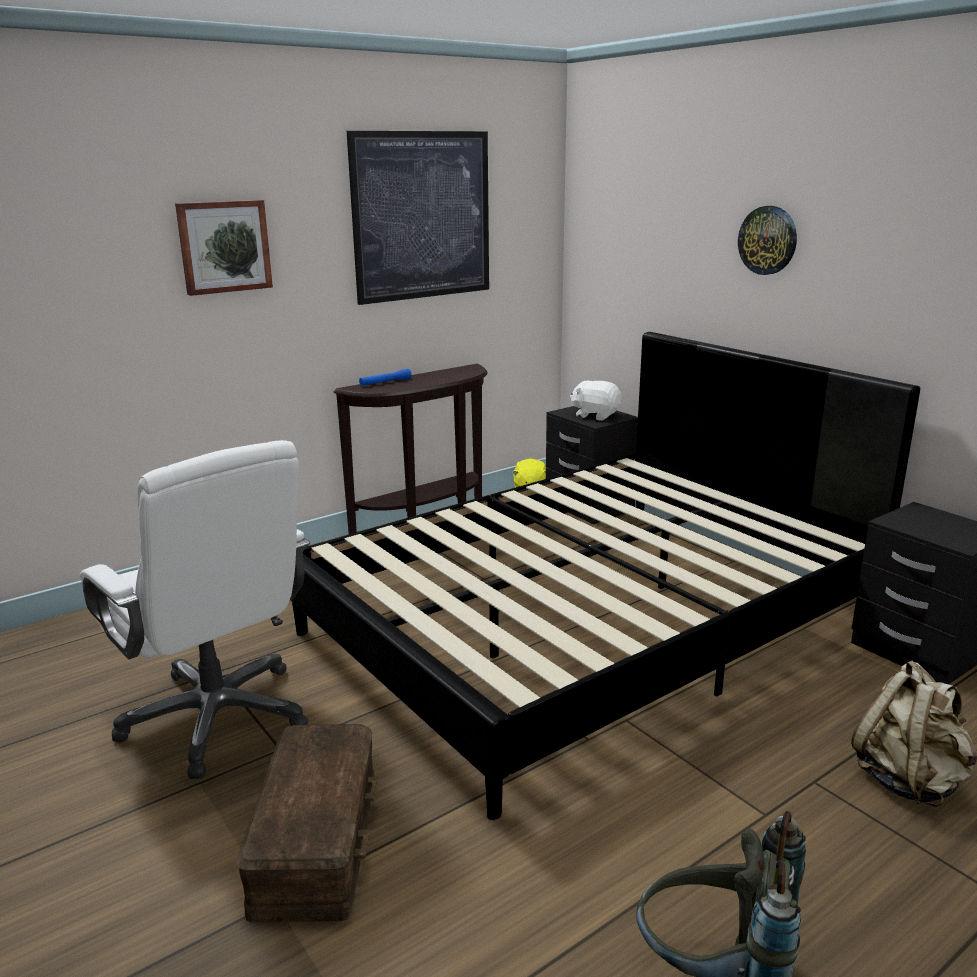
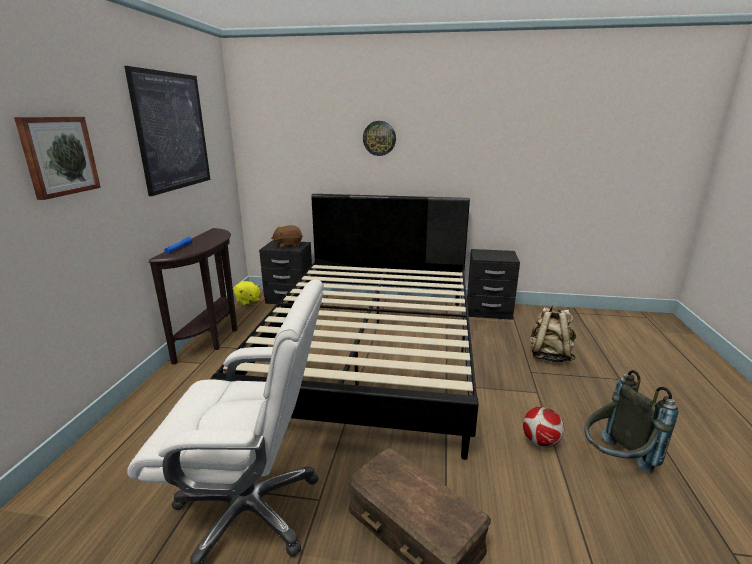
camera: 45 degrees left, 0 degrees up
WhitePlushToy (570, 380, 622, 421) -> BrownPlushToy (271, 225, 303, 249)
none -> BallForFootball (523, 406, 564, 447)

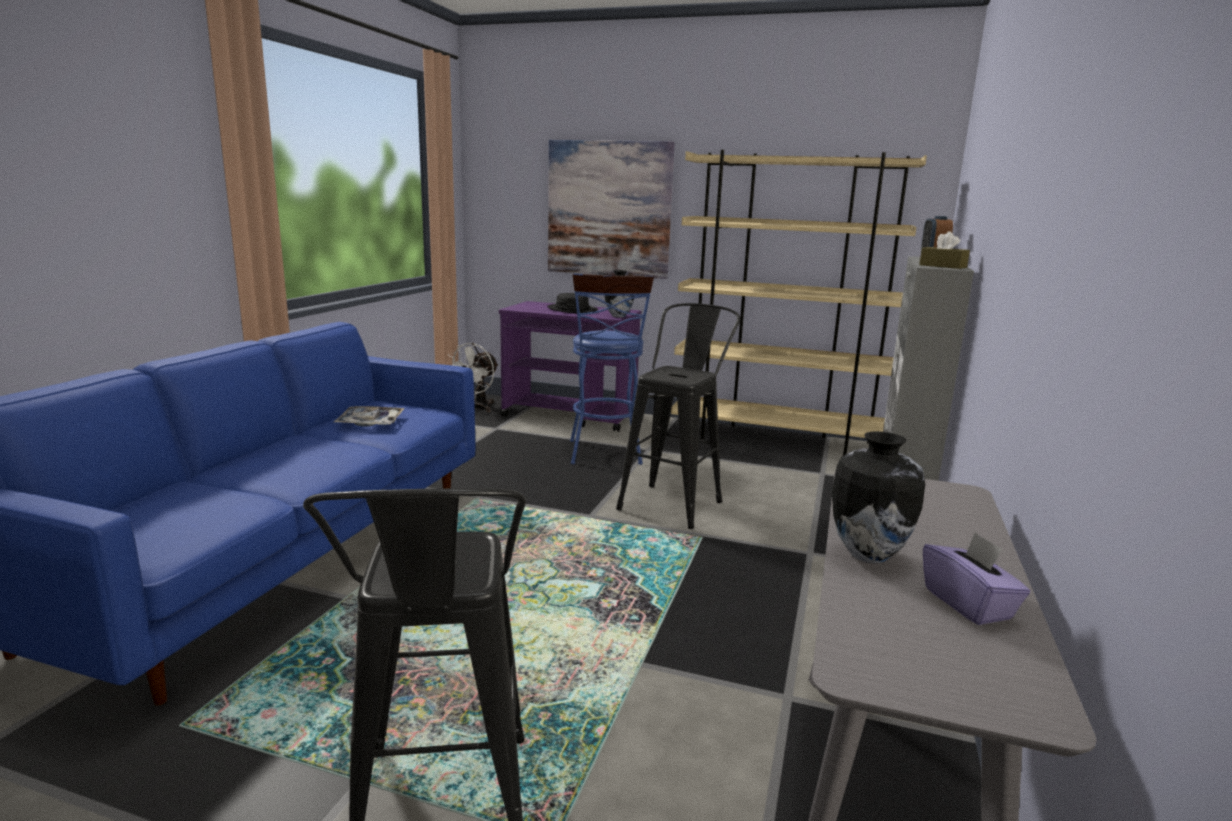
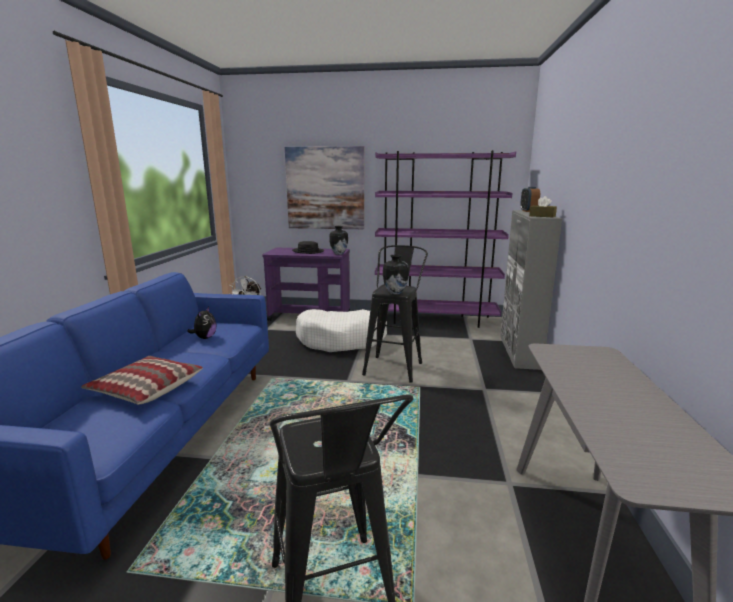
camera: 10 degrees left, 0 degrees up
Tray (334, 406, 405, 427) -> PlushToy (187, 307, 216, 339)
BlueSittingStool (570, 273, 654, 465) -> WhitePetBed (296, 309, 387, 352)
SandColouredShelvingUnit (671, 150, 927, 455) -> PurpleColouredShelvingUnit (375, 150, 516, 328)
FlowerVase (832, 431, 925, 563) -> FlowerVase (383, 255, 409, 295), relocated
PurpleColouredBoxOfTissues (923, 532, 1031, 625) -> none
none -> Pillow (81, 356, 203, 405)

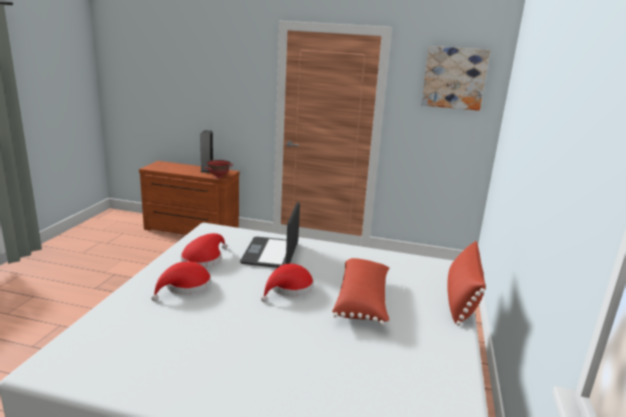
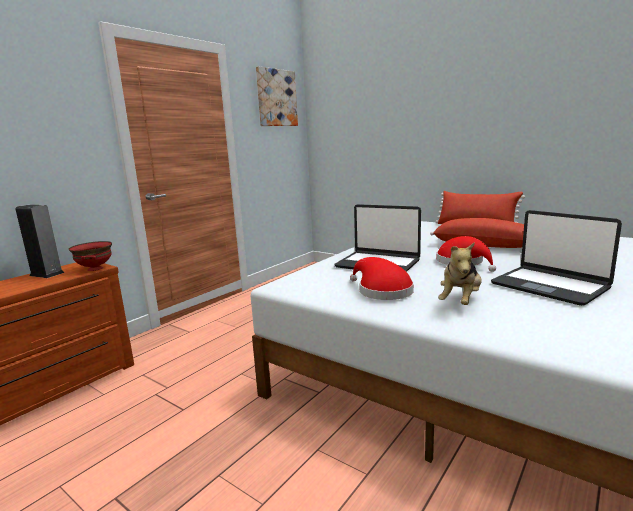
camera: 65 degrees left, 5 degrees down
ReddishWearableHat (151, 261, 211, 301) -> PlushToy (438, 242, 482, 305)
none -> NotebookComputer (491, 210, 622, 306)

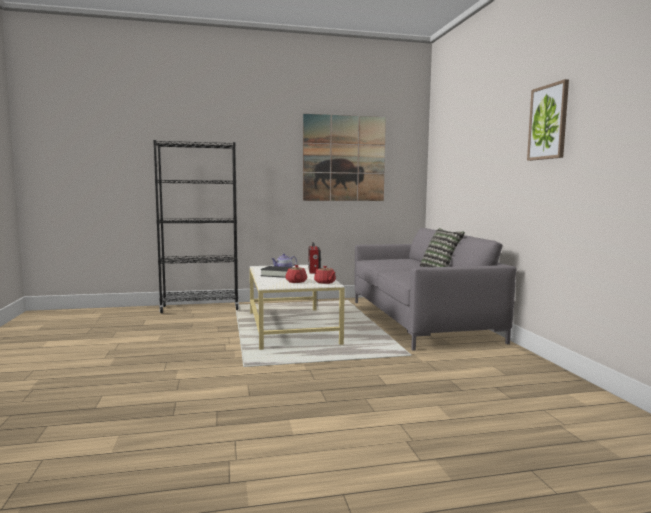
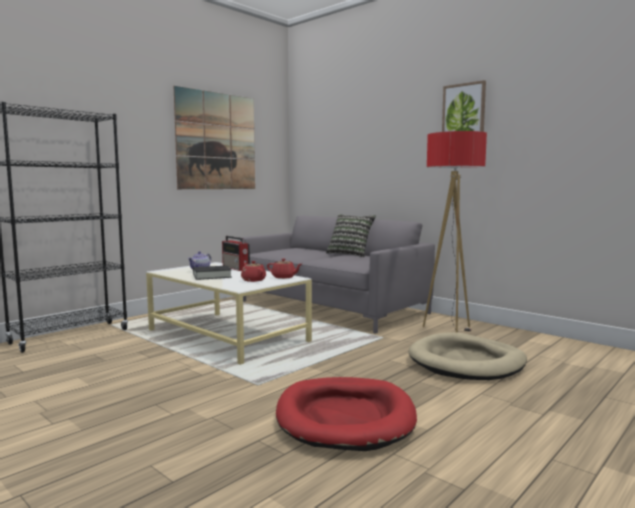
camera: 35 degrees left, 0 degrees up
none -> ReddishPetBed (276, 377, 417, 451)
none -> SandColouredPetBed (409, 332, 527, 380)
none -> FloorLamp (423, 131, 487, 333)

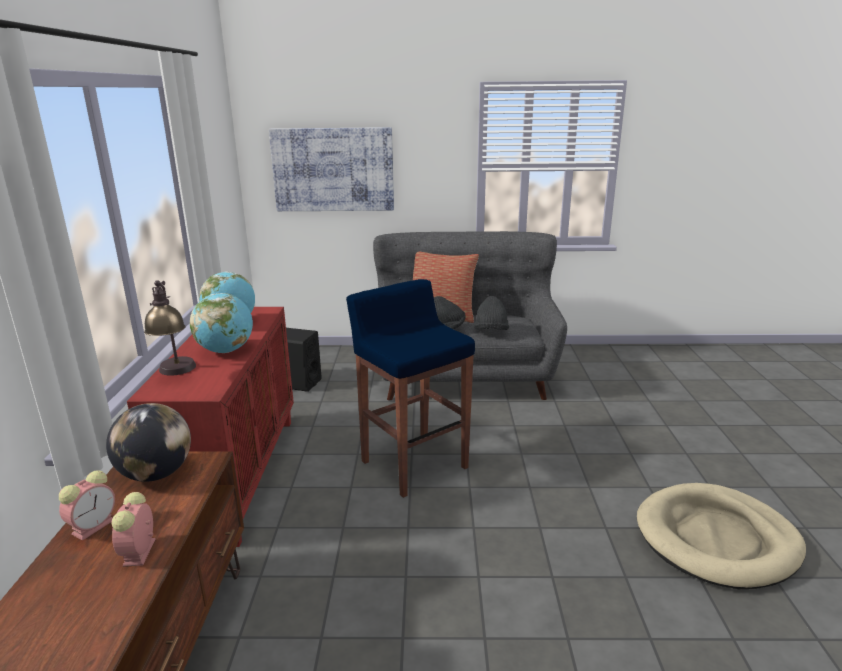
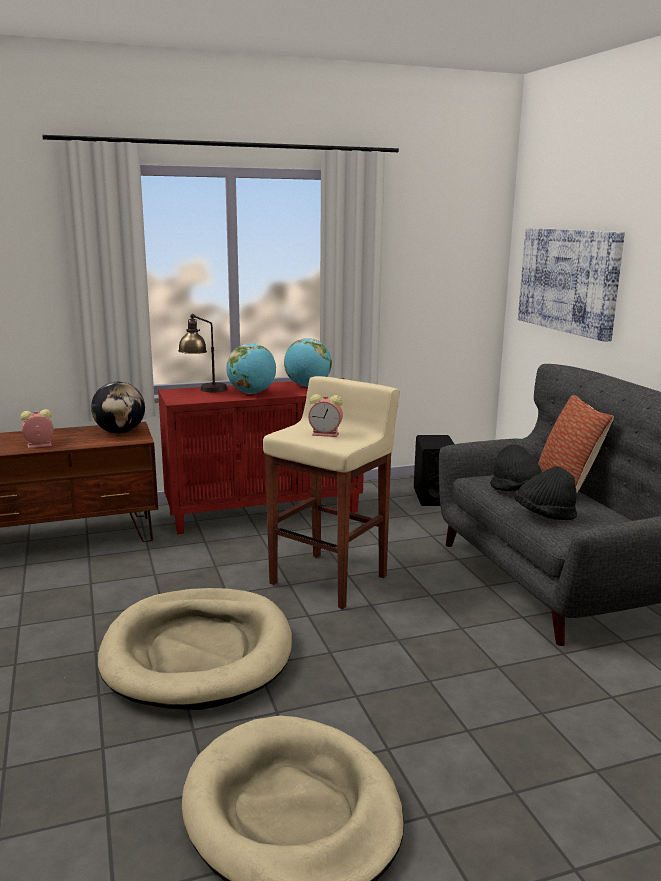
camera: 70 degrees right, 5 degrees down
TableClock (59, 470, 115, 541) -> TableClock (308, 394, 343, 437), relocated
BlueSittingStool (346, 279, 475, 498) -> SandColouredSittingStool (263, 376, 400, 609)
none -> SandColouredPetBed (98, 588, 292, 710)

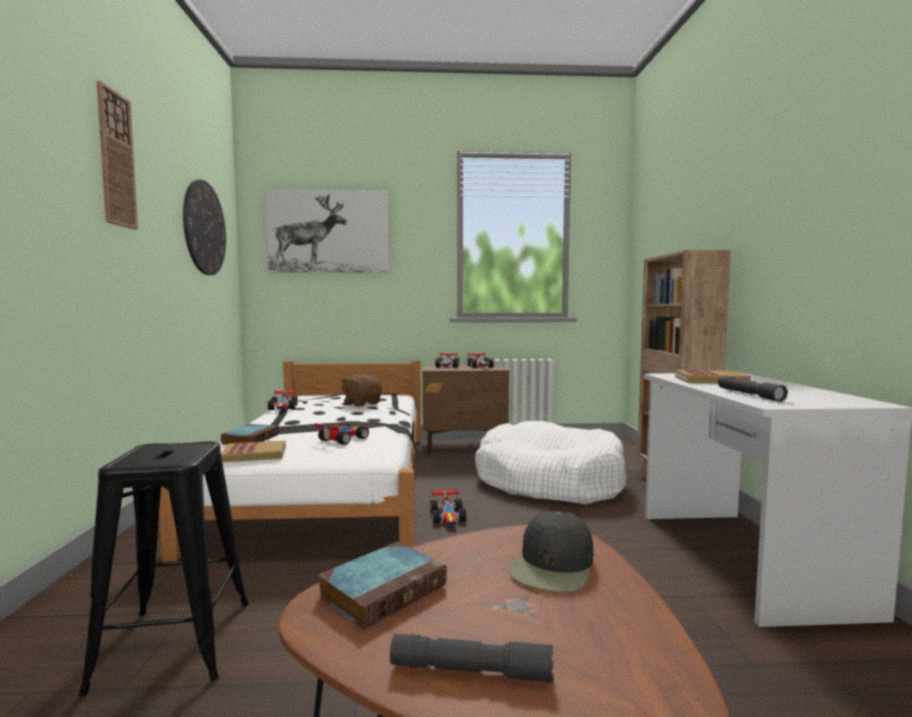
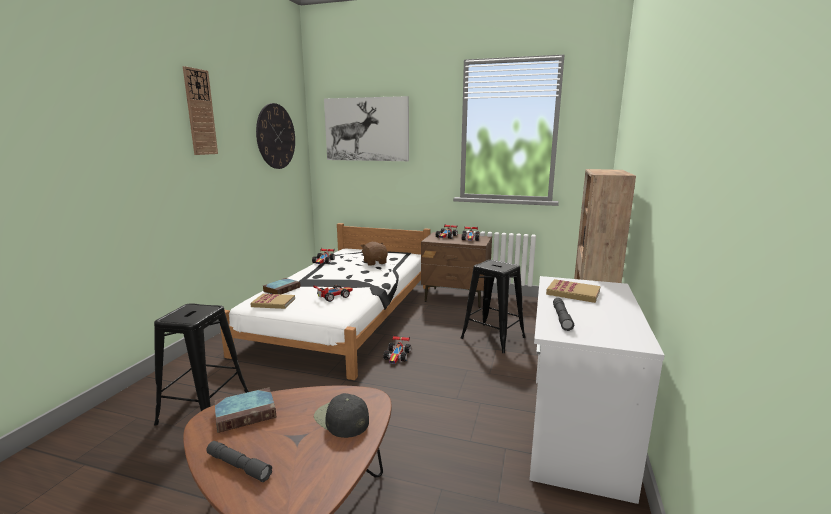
camera: 20 degrees right, 10 degrees up
WhitePetBed (475, 421, 626, 505) -> BlackishSittingStool (461, 260, 526, 353)
BlackishPeakedCap (509, 511, 593, 592) -> BlackishPeakedCap (314, 393, 369, 438), 90 degrees clockwise

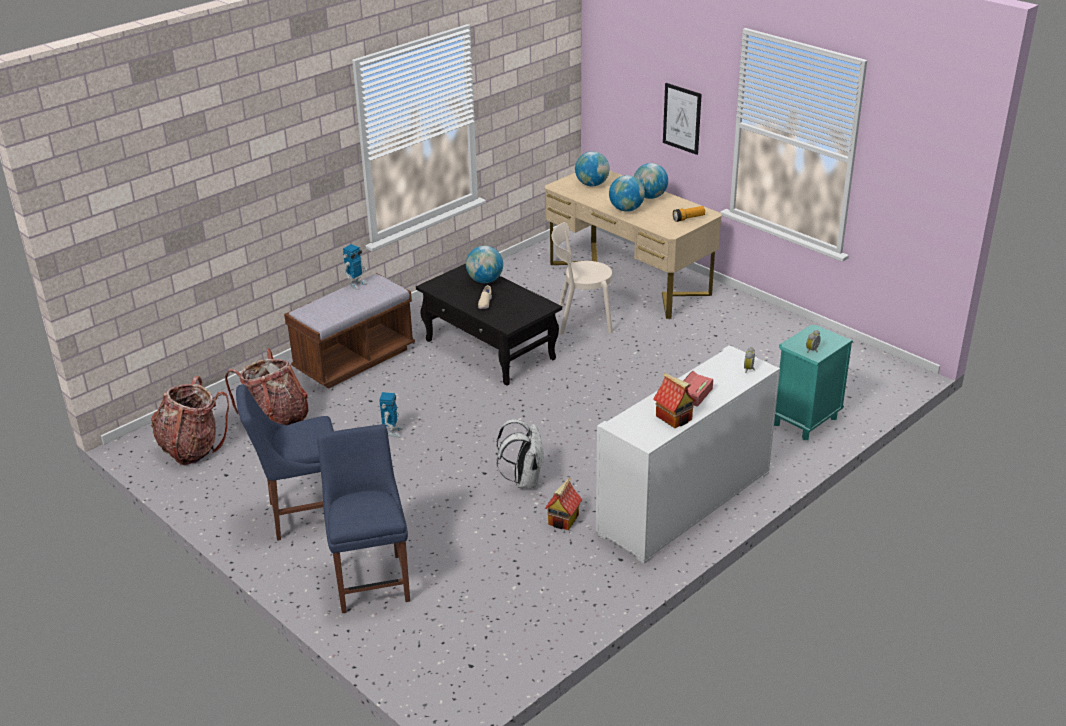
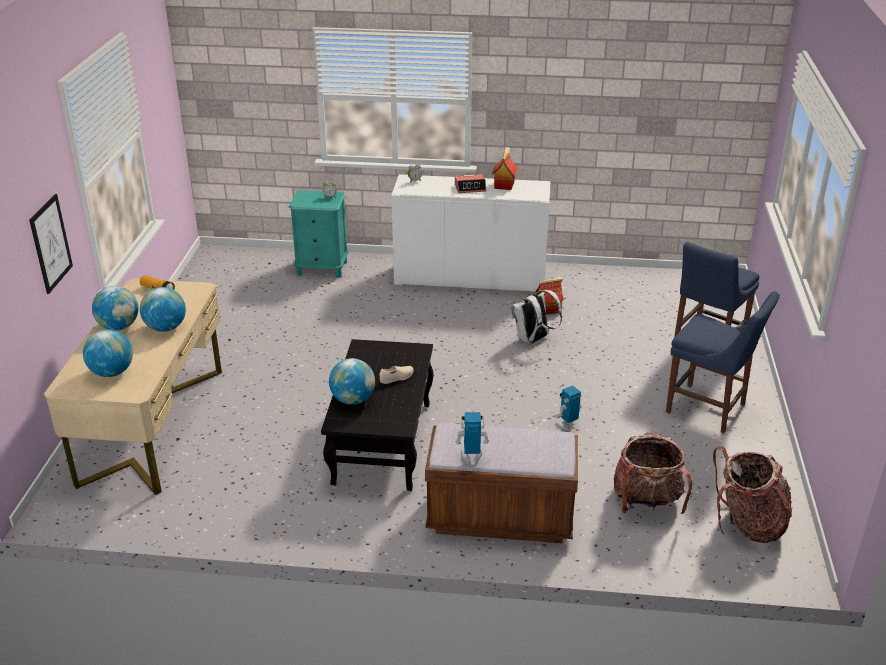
camera: 130 degrees left, 0 degrees up
SandColouredUprightChair (552, 222, 613, 335) -> none

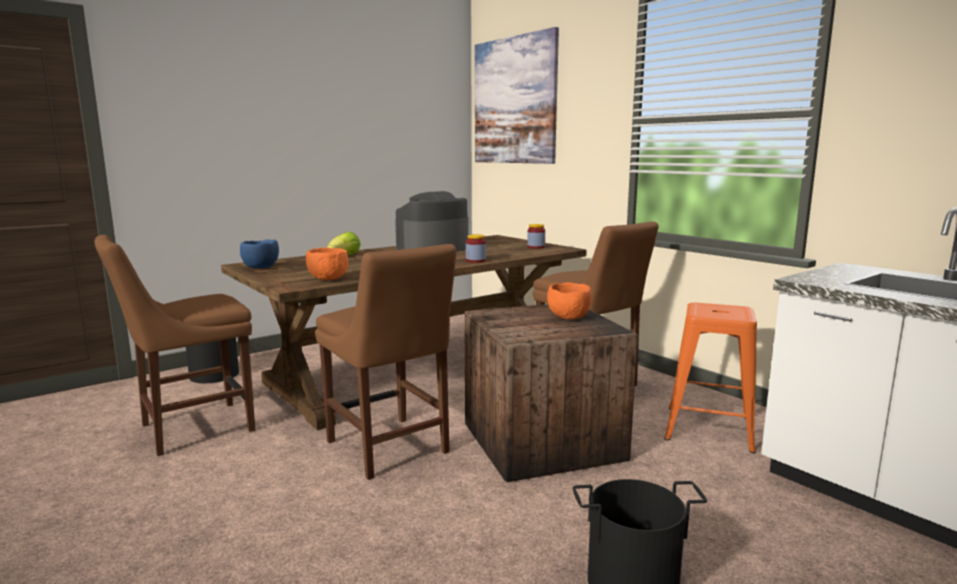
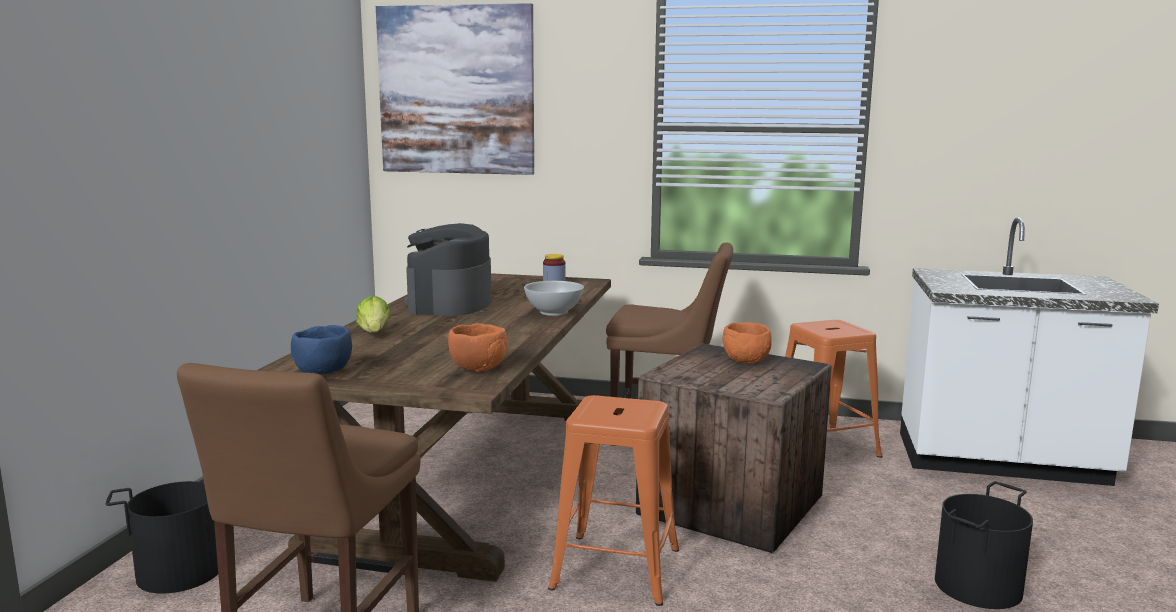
camera: 40 degrees left, 0 degrees up
BrownUprightChair (315, 244, 457, 480) -> OrangeySittingStool (548, 395, 679, 606)
PreserveJar (466, 234, 486, 263) -> WhiteBowl (524, 281, 584, 316)

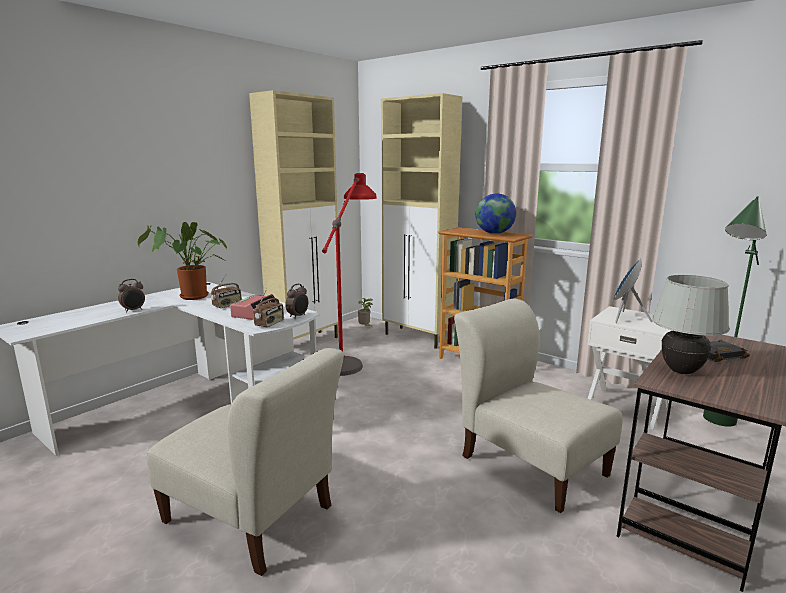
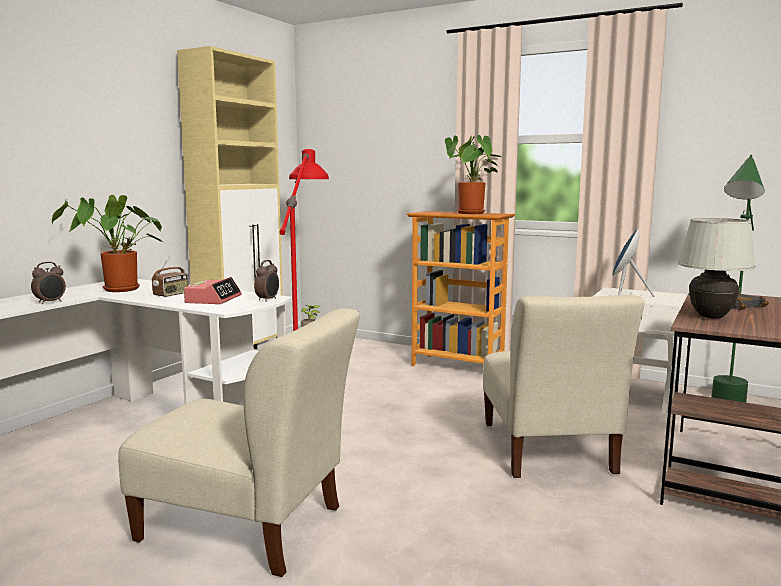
camera: 10 degrees left, 5 degrees down
Radio (253, 288, 284, 328) -> none
SandColouredStorageCabinet (381, 93, 462, 349) -> none
SandColouredUprightChair (454, 299, 623, 513) -> SandColouredUprightChair (483, 295, 645, 478), 135 degrees counterclockwise
WorldGlobe (476, 194, 516, 234) -> PlantInAPot (445, 135, 501, 214)

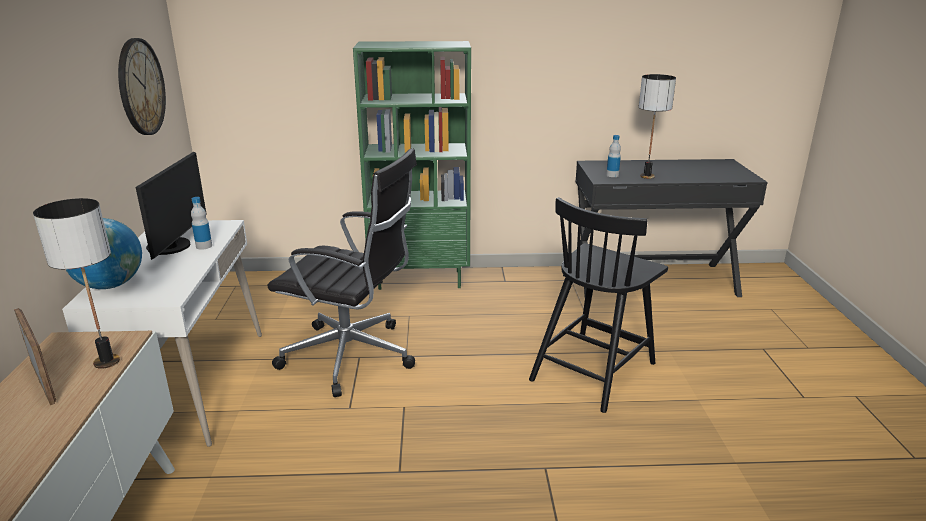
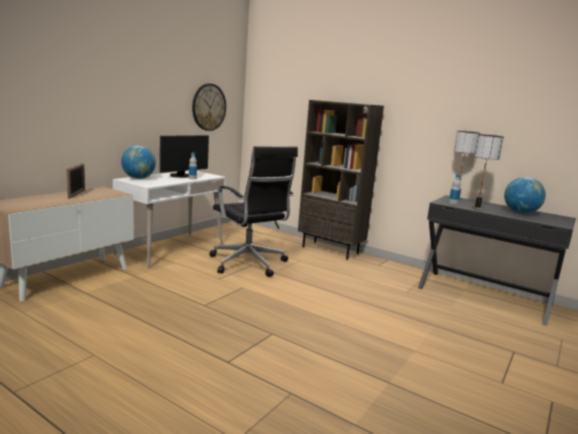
camera: 35 degrees right, 10 degrees down
TabletopLamp (33, 198, 120, 369) -> TabletopLamp (454, 131, 480, 200), relocated
GreenishShelvingUnit (353, 41, 471, 290) -> BrownShelvingUnit (298, 100, 384, 260)
BlackishUprightChair (529, 197, 668, 413) -> none
none -> WorldGlobe (504, 177, 546, 214)

